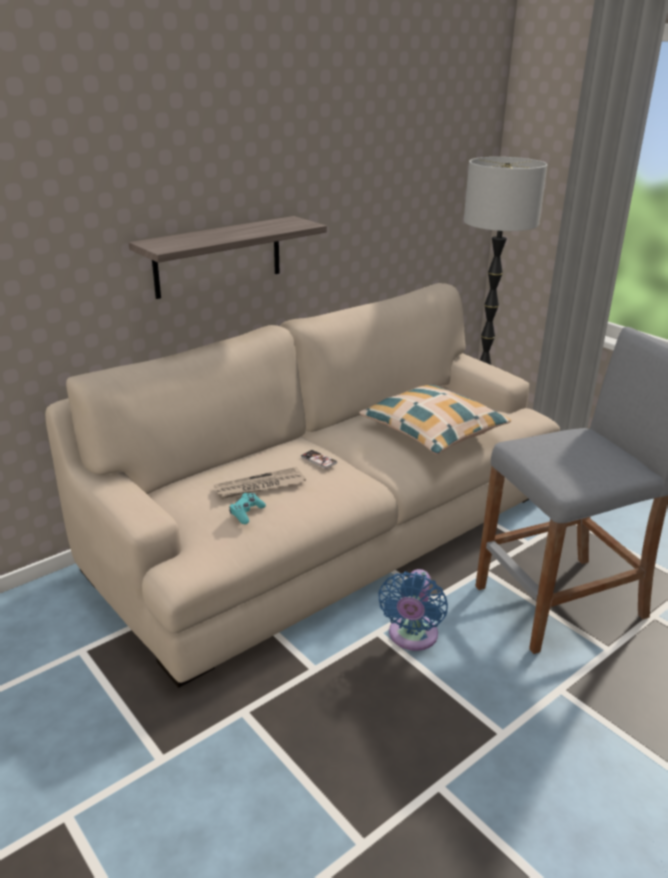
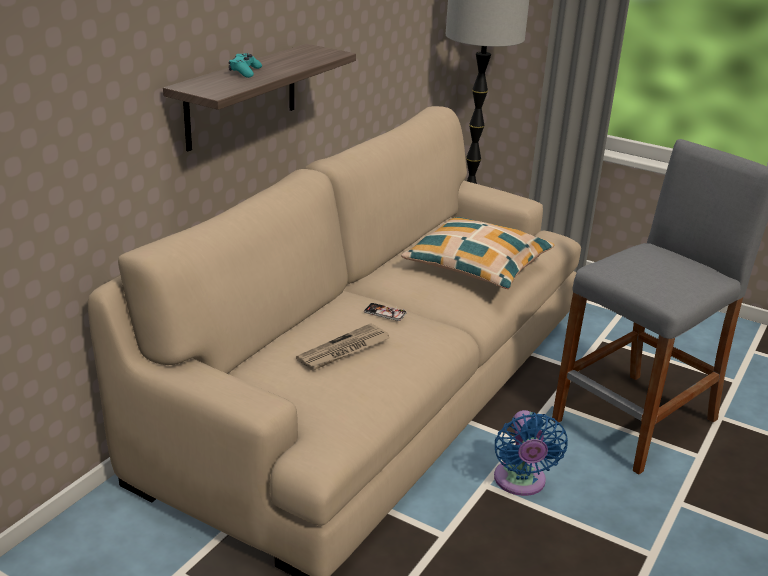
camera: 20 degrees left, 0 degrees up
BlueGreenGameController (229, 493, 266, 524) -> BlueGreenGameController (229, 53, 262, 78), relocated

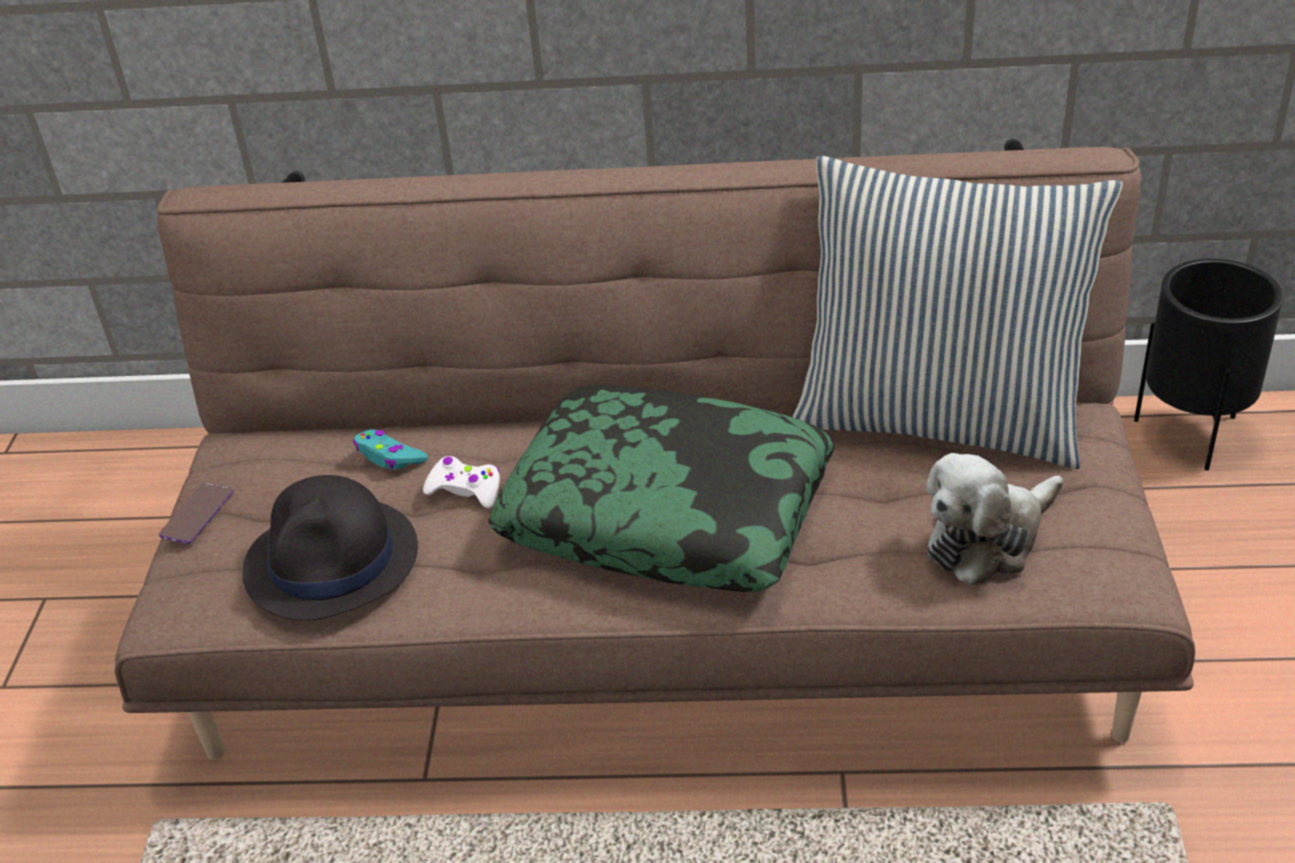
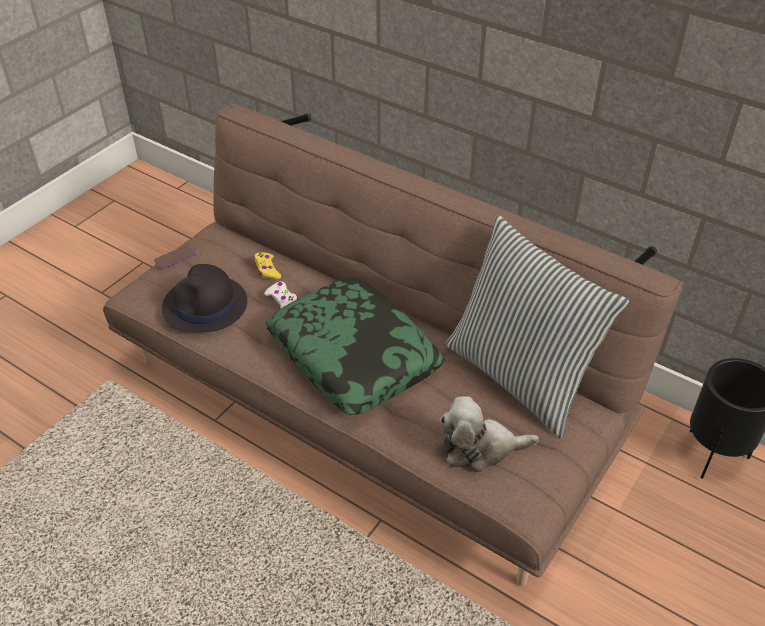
camera: 30 degrees right, 5 degrees up
BlueGreenGameController (353, 429, 428, 470) -> YellowGameController (254, 253, 281, 279)

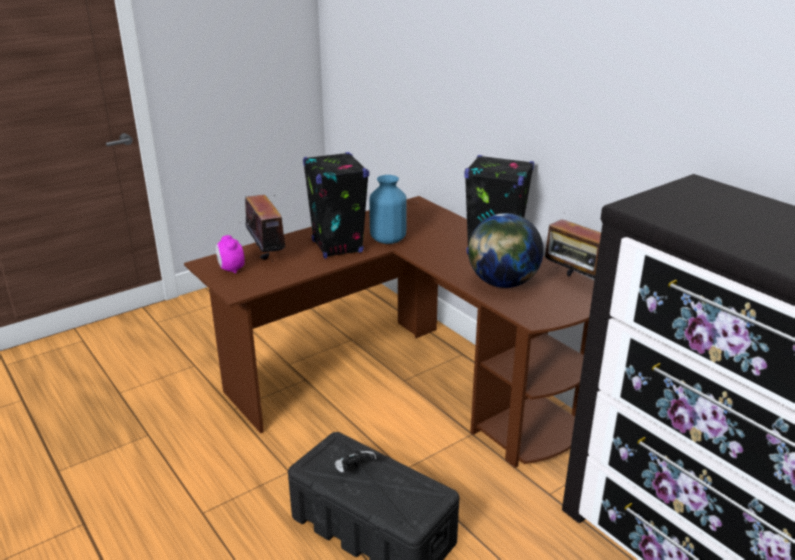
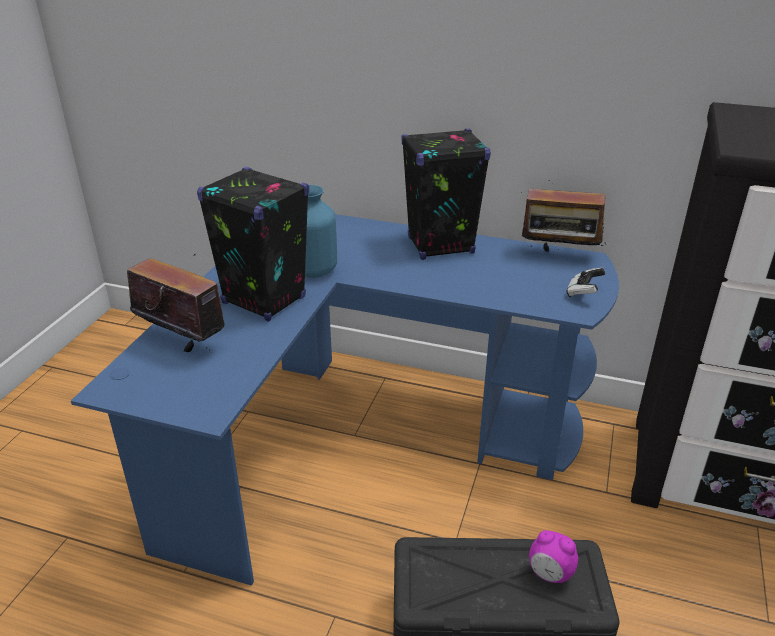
camera: 35 degrees left, 5 degrees up
BrownDeskUnit (184, 196, 594, 468) -> BlueDeskUnit (71, 214, 619, 586)
TableClock (216, 235, 244, 274) -> TableClock (529, 530, 578, 583), relocated
GameController (335, 451, 376, 473) -> GameController (567, 268, 605, 297), relocated
WorldGlobe (468, 213, 544, 288) -> none

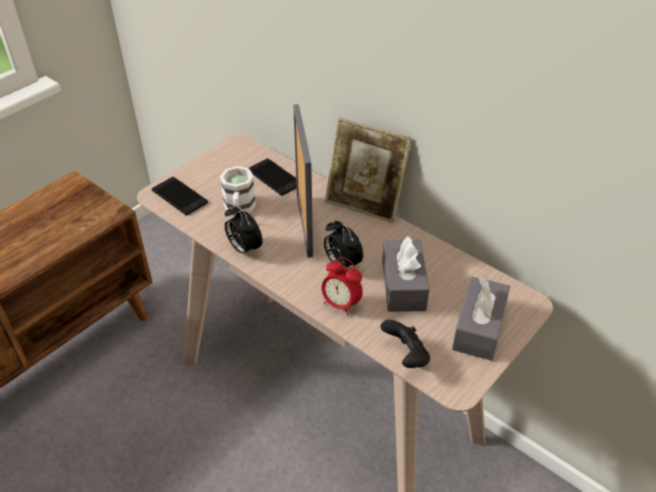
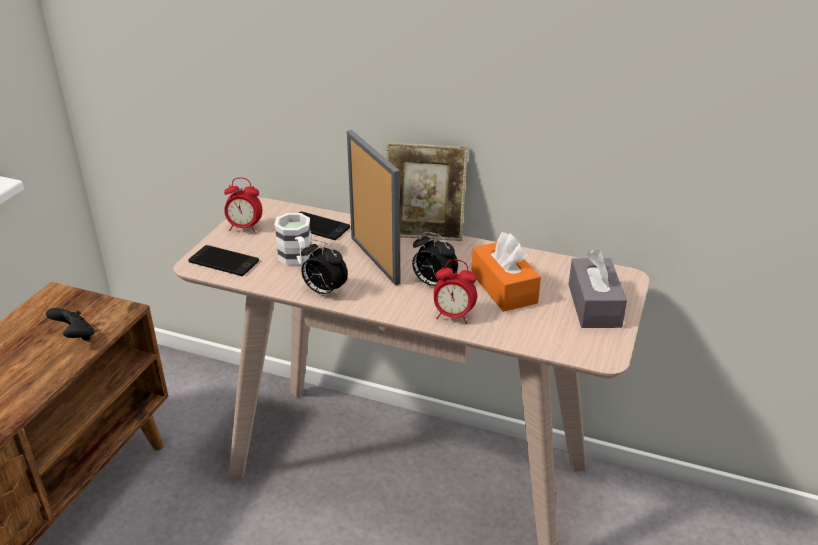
camera: 20 degrees left, 10 degrees down
BlackishGameController (381, 320, 430, 368) -> BlackishGameController (46, 308, 95, 341), relocated
GreyishBoxOfTissues (382, 236, 429, 312) -> OrangeyBoxOfTissues (471, 232, 541, 312)
none -> TableClock (224, 177, 262, 233)

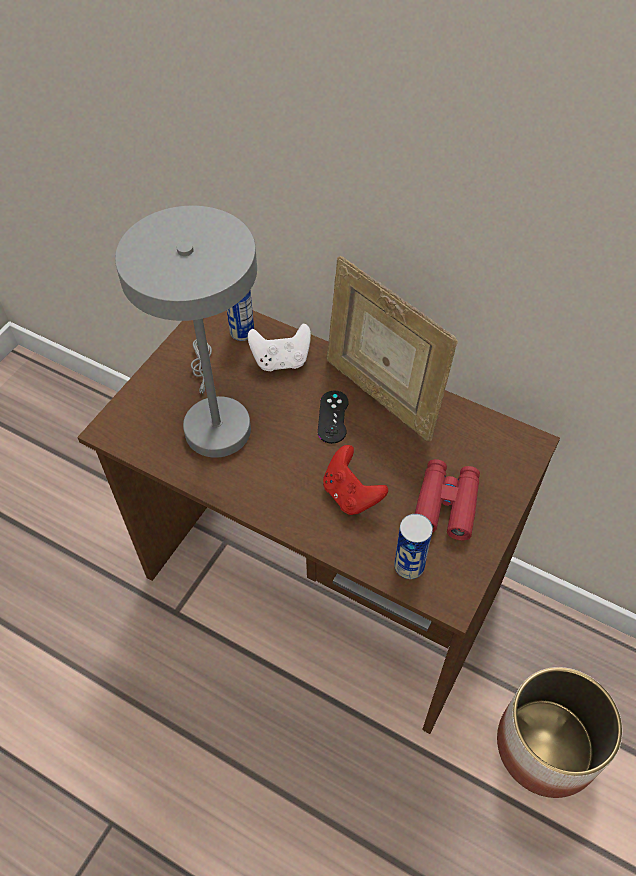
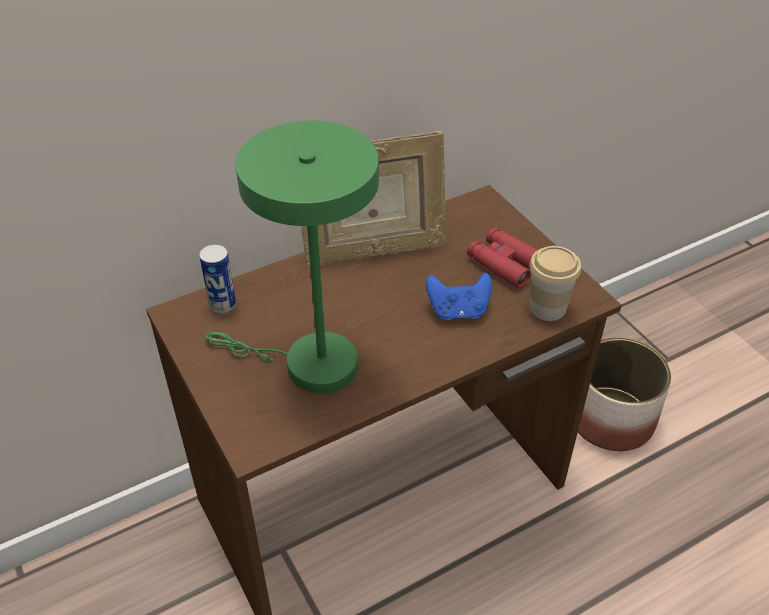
camera: 60 degrees left, 10 degrees down
GreyishTabletopLamp (115, 206, 257, 458) -> GreenishTabletopLamp (205, 120, 379, 394)
WhiteGameController (248, 324, 311, 371) -> none
BlackishGameController (318, 391, 349, 444) -> none
ReddishGameController (323, 445, 388, 515) -> BlueGameController (426, 272, 492, 320)
Can (394, 514, 433, 579) -> Cup (529, 246, 581, 321)

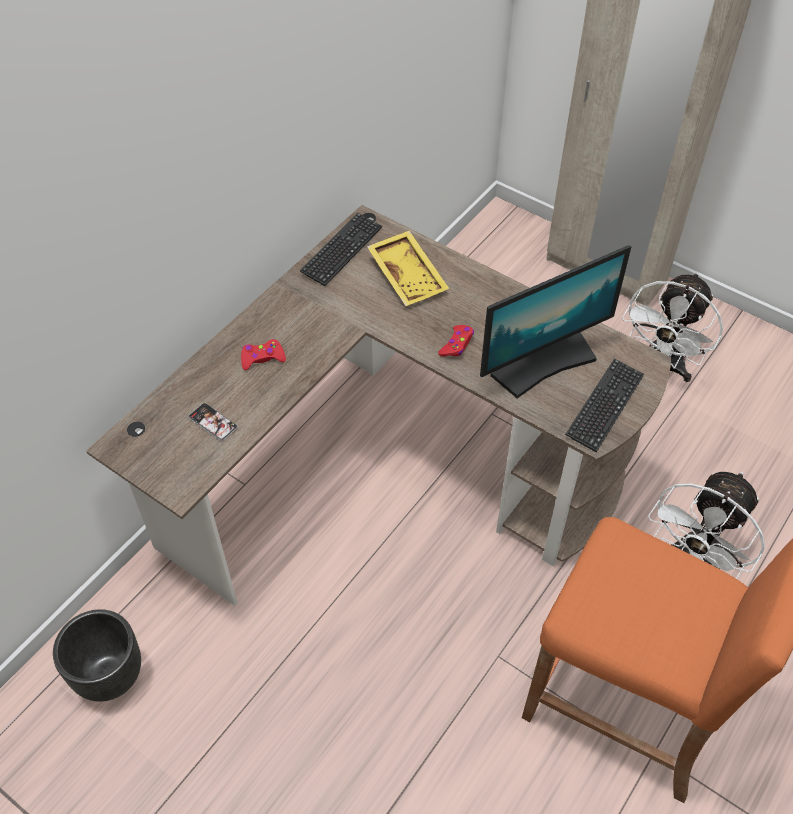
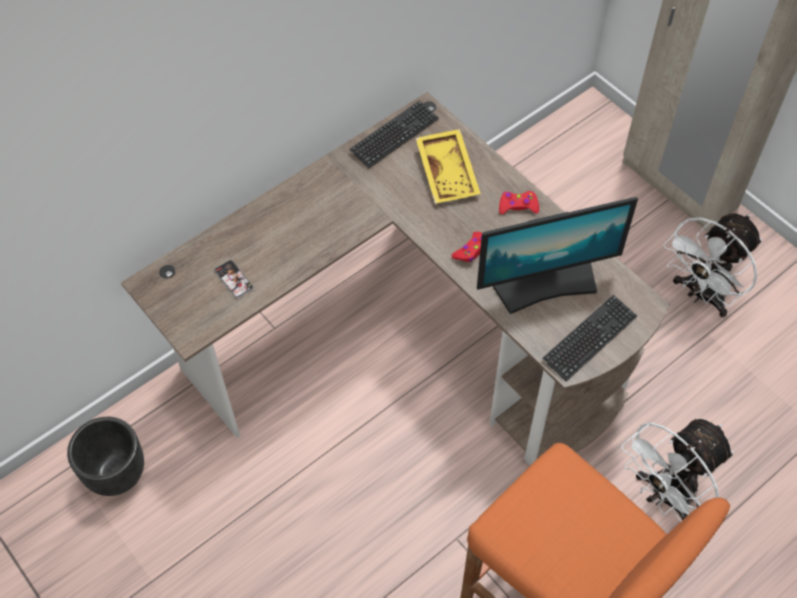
camera: 15 degrees right, 5 degrees up
ReddishGameController (241, 339, 286, 370) -> ReddishGameController (499, 191, 539, 215), relocated

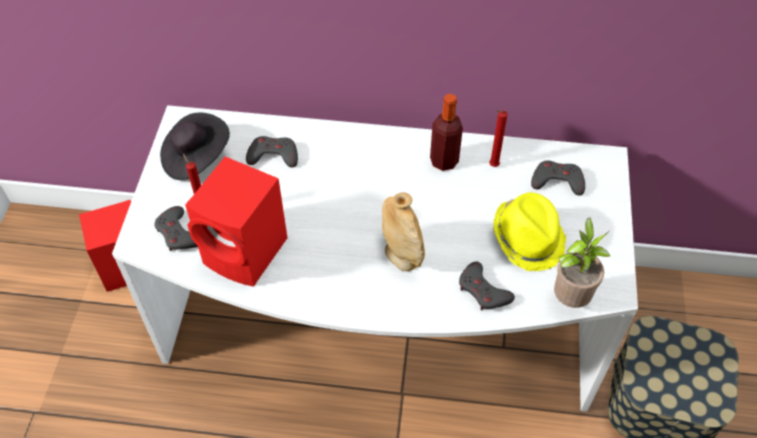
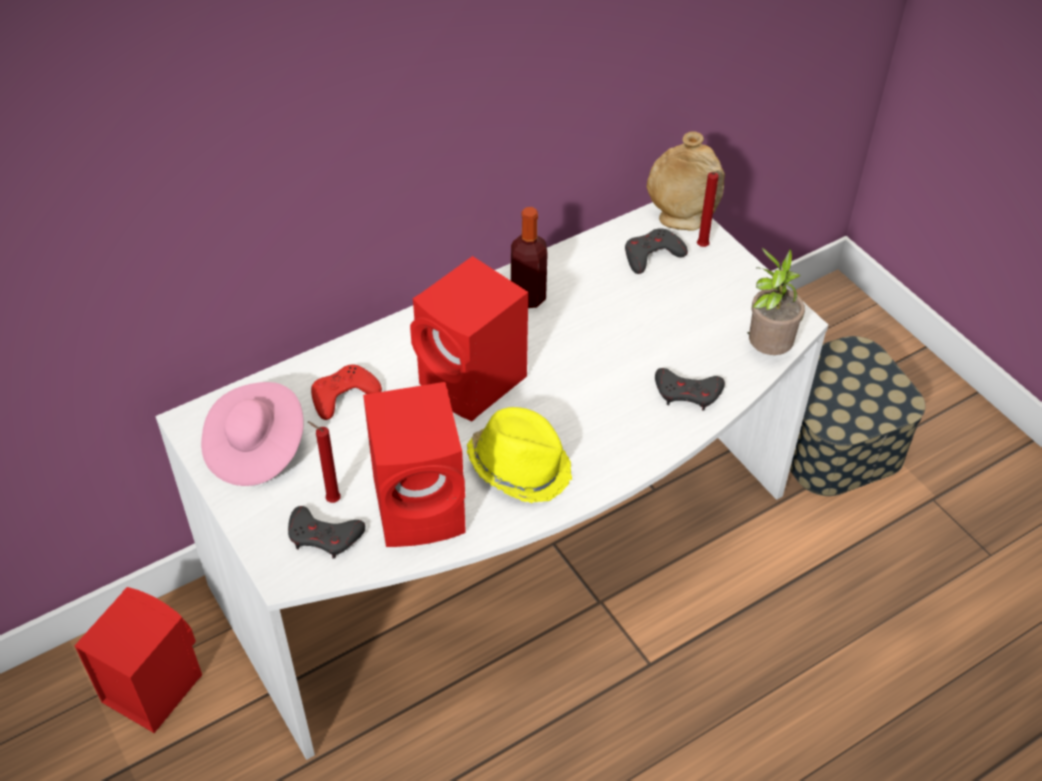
camera: 40 degrees left, 5 degrees down
BlackishWearableHat (160, 112, 230, 180) -> PinkColouredWearableHat (201, 382, 304, 486)
GreyishGameController (246, 136, 298, 168) -> ReddishGameController (311, 365, 382, 420)
SandColouredFlowerVase (382, 192, 425, 271) -> SandColouredFlowerVase (647, 131, 725, 231), relocated
ReddishWaxCandle (489, 110, 508, 167) -> ReddishWaxCandle (697, 172, 719, 247), relocated
YellowWearableHat (493, 192, 566, 271) -> YellowWearableHat (467, 407, 572, 503), relocated
none -> ReddishSpeaker (410, 256, 528, 421)

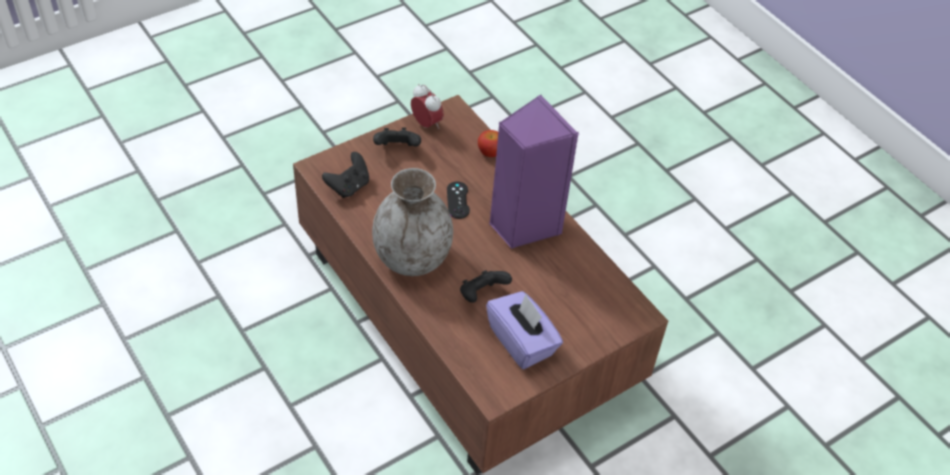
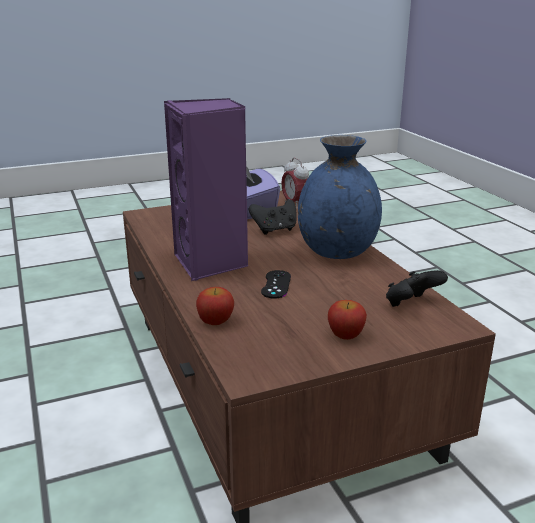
camera: 165 degrees left, 25 degrees down
GreyishFlowerVase (372, 168, 453, 276) -> BlueFlowerVase (298, 135, 382, 259)
BlackishGameController (373, 128, 421, 147) -> WholeApple (328, 300, 367, 340)
TableClock (411, 84, 444, 129) -> TableClock (281, 157, 309, 209), relocated

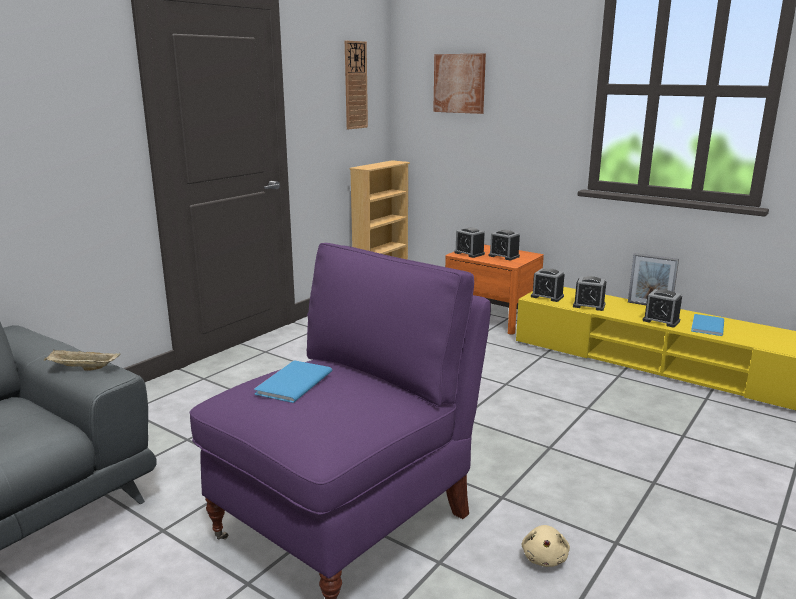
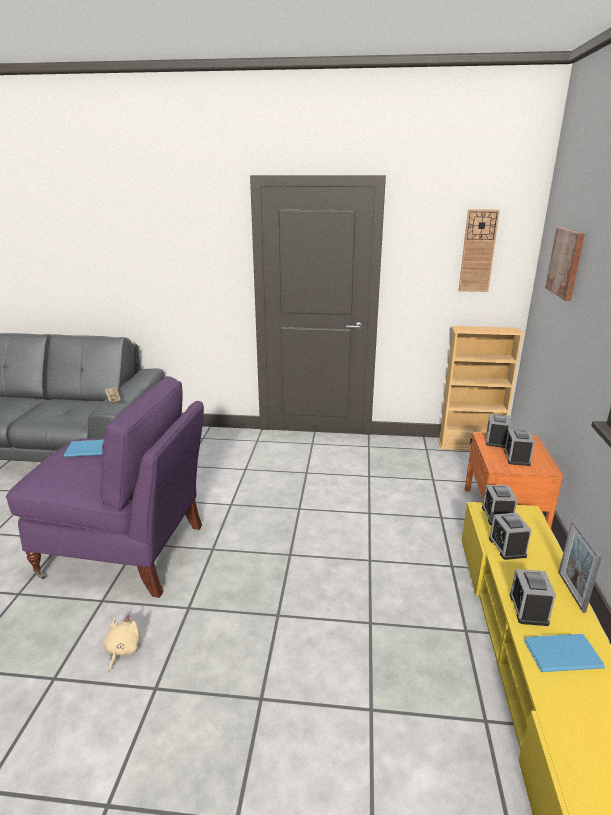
camera: 60 degrees right, 5 degrees up
SandColouredPlushToy (522, 525, 570, 567) -> SandColouredPlushToy (104, 615, 141, 672), 120 degrees clockwise

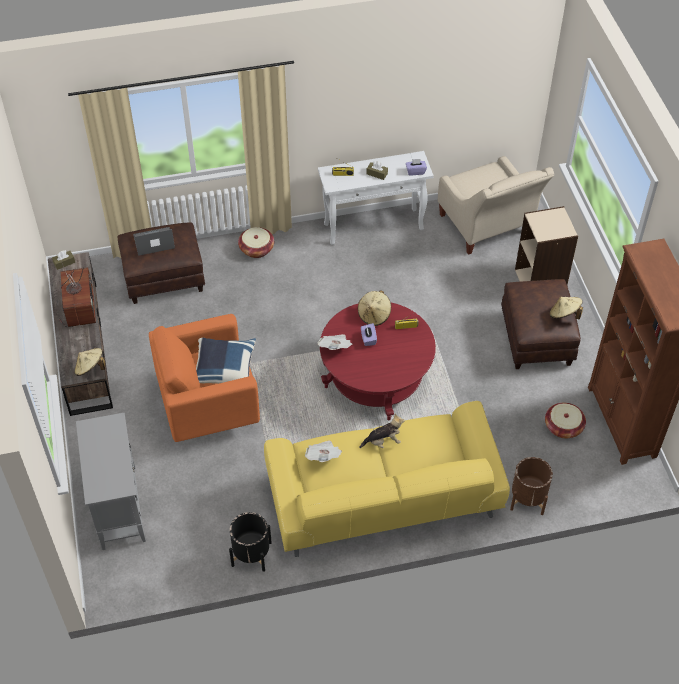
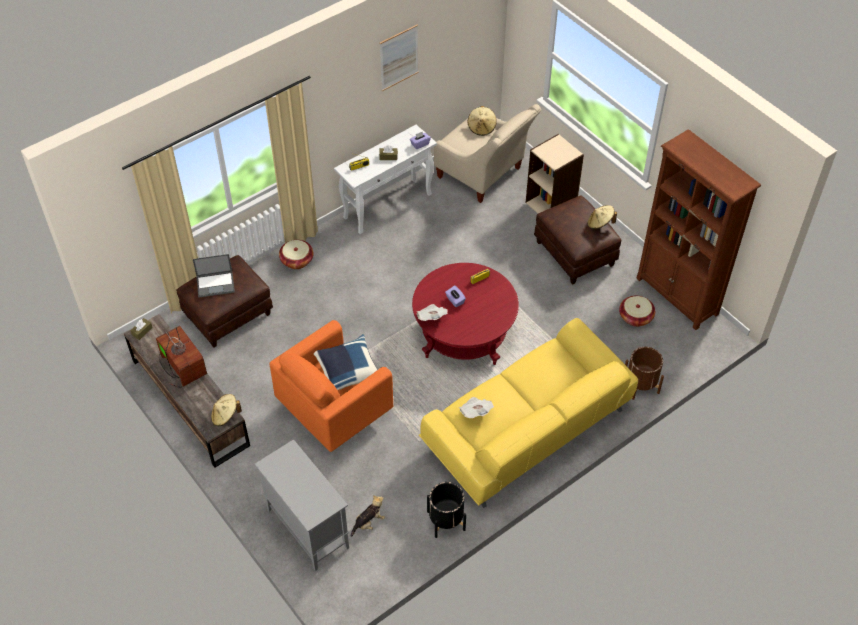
camera: 25 degrees left, 0 degrees up
NotebookComputer (133, 227, 175, 256) -> NotebookComputer (193, 254, 235, 297), 150 degrees counterclockwise
SandColouredWearableHat (358, 290, 391, 326) -> SandColouredWearableHat (467, 106, 497, 136), relocated
PlushToy (359, 414, 405, 448) -> PlushToy (351, 495, 385, 537), relocated
none -> WallPicture (380, 25, 418, 91)

